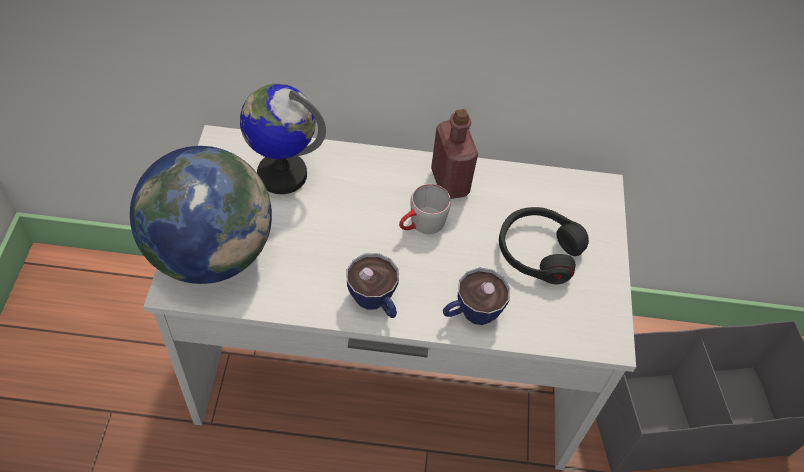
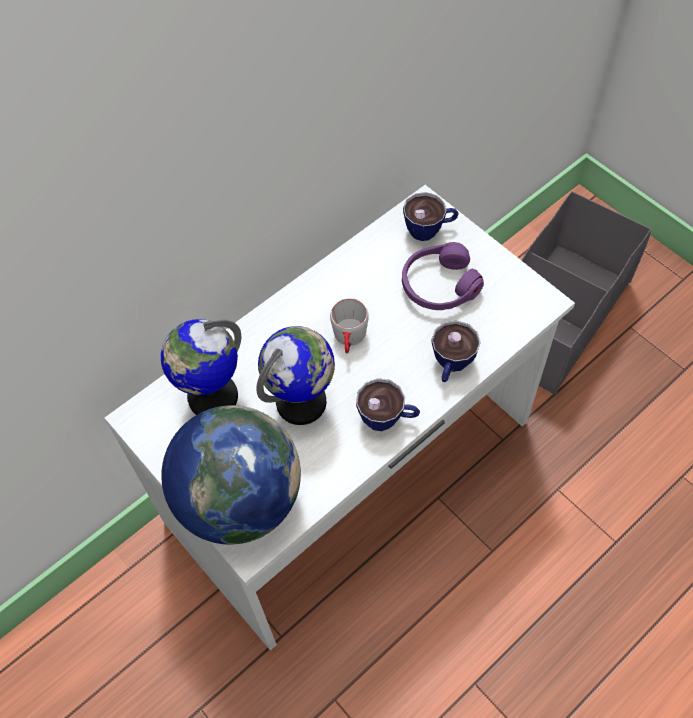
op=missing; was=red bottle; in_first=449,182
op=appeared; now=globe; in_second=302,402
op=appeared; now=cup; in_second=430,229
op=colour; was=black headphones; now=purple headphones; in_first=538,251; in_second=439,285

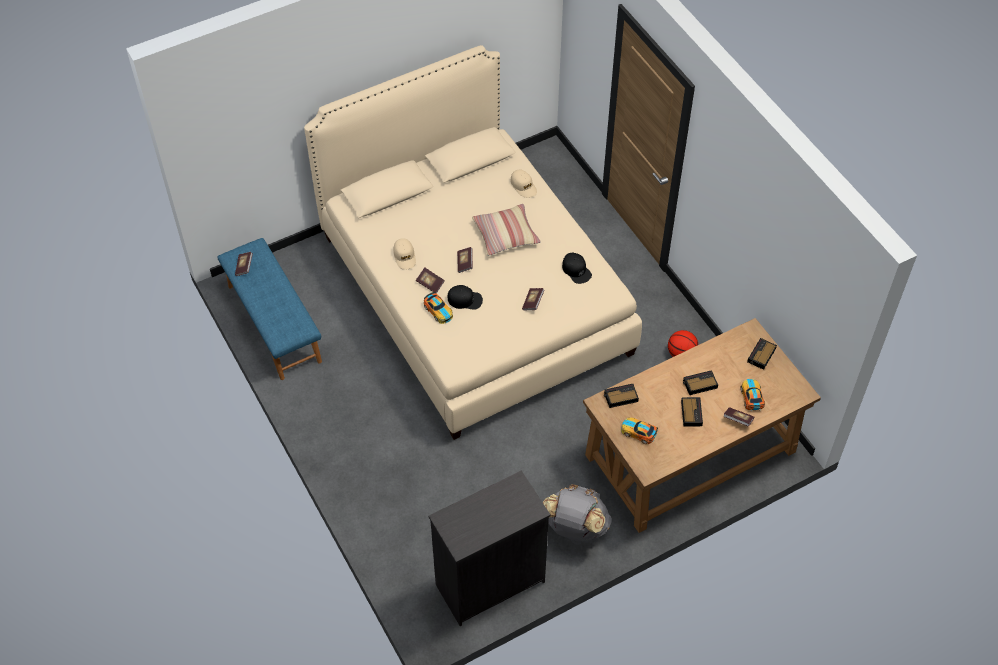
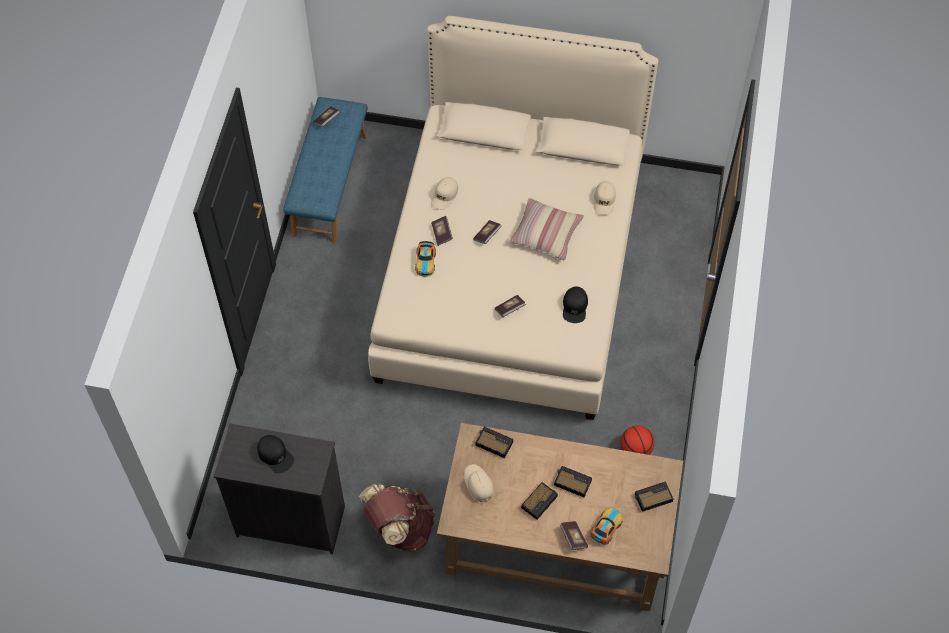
op=relocated; was=black cap; in_first=465,299; in_second=275,455
op=exchanged; was=toy car; now=beige cap; in_first=638,432; in_second=478,484
op=colour; was=grey backpack; now=brown backpack; in_first=574,527; in_second=399,528

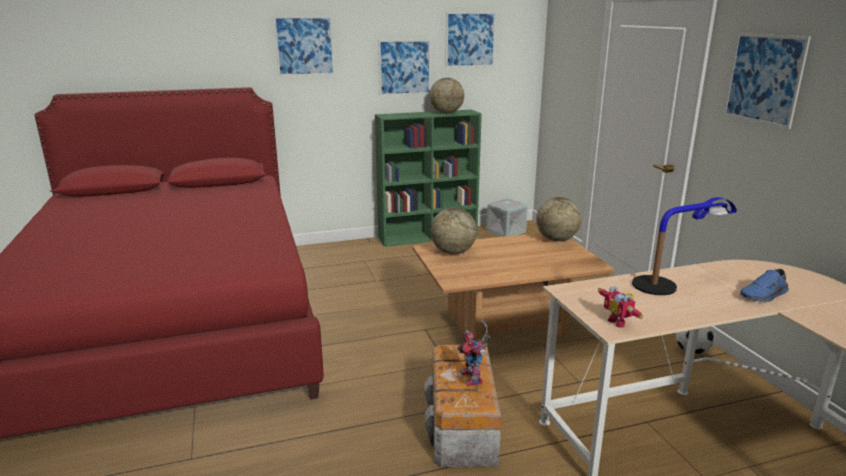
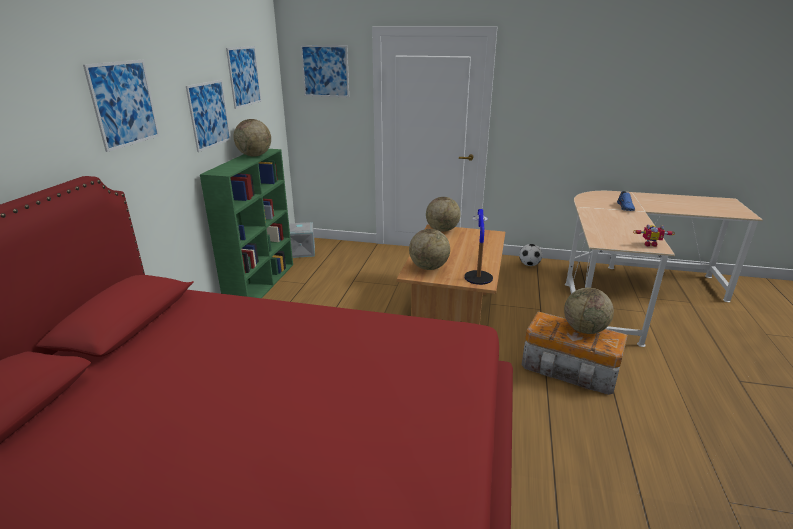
op=relocated; was=table lamp; in_first=672,282; in_second=478,271
op=relocated; was=picture; in_first=764,79; in_second=325,71
op=exchanged; was=toy robot; now=globe; in_first=474,379; in_second=584,329

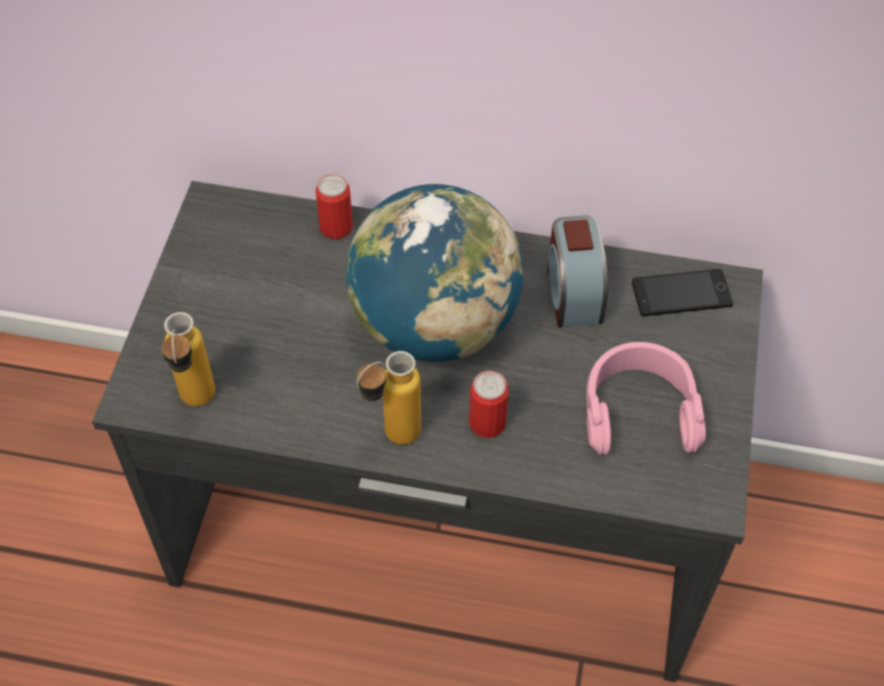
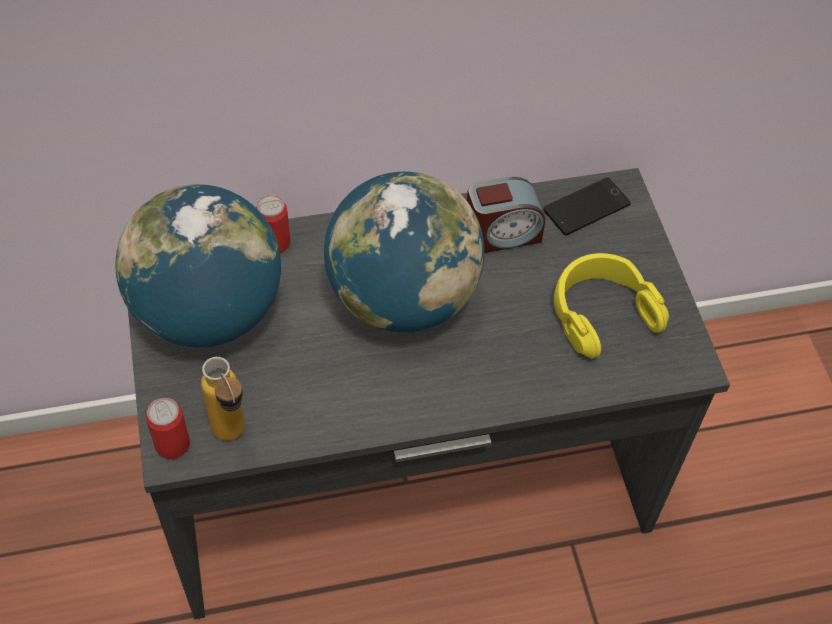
op=missing; was=bottle; in_first=390,439
op=appeared; now=globe; in_second=208,313
op=relocated; was=can; in_first=487,423; in_second=172,444
op=colour; was=pink headphones; now=yellow headphones; in_first=639,410; in_second=601,312
op=spun; was=alarm clock; in_first=573,292; in_second=501,234; clockwise=-75

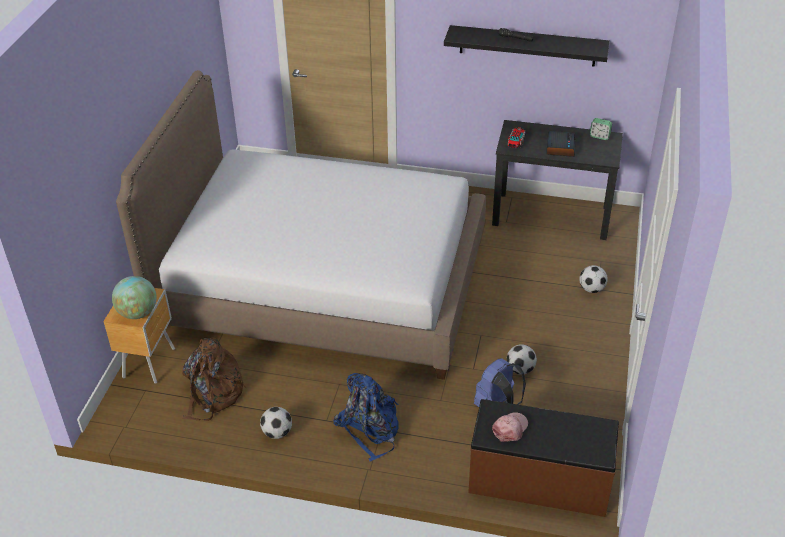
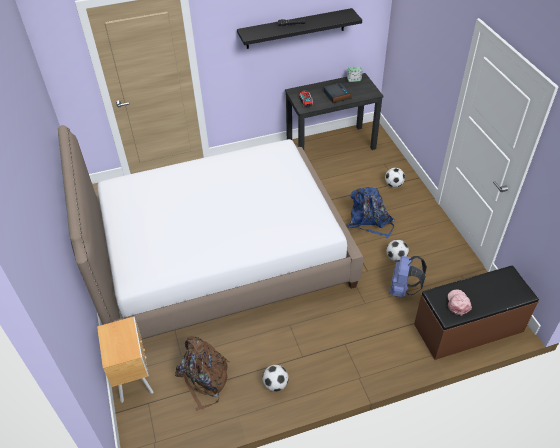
op=missing; was=globe; in_first=138,313
op=relocated; was=blue backpack; in_first=370,428; in_second=370,221

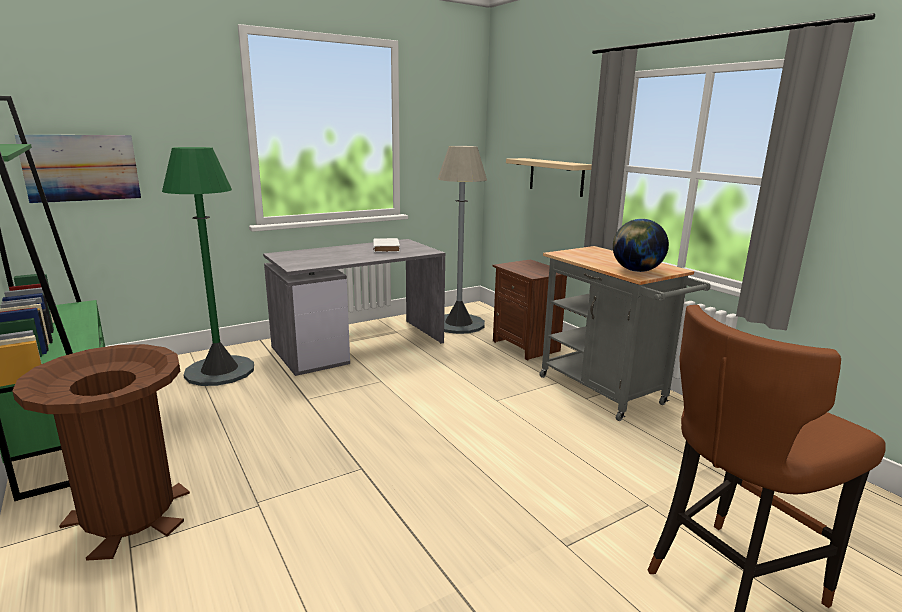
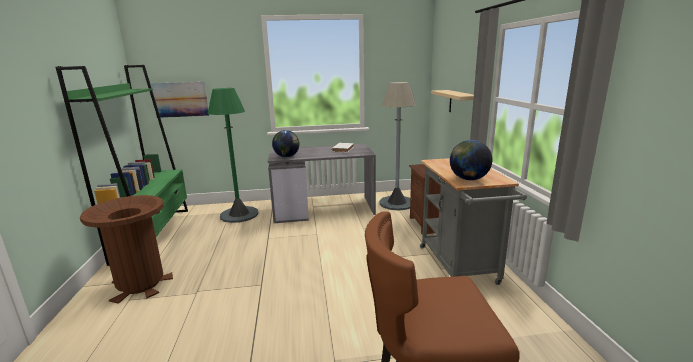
op=appeared; now=globe; in_second=287,156

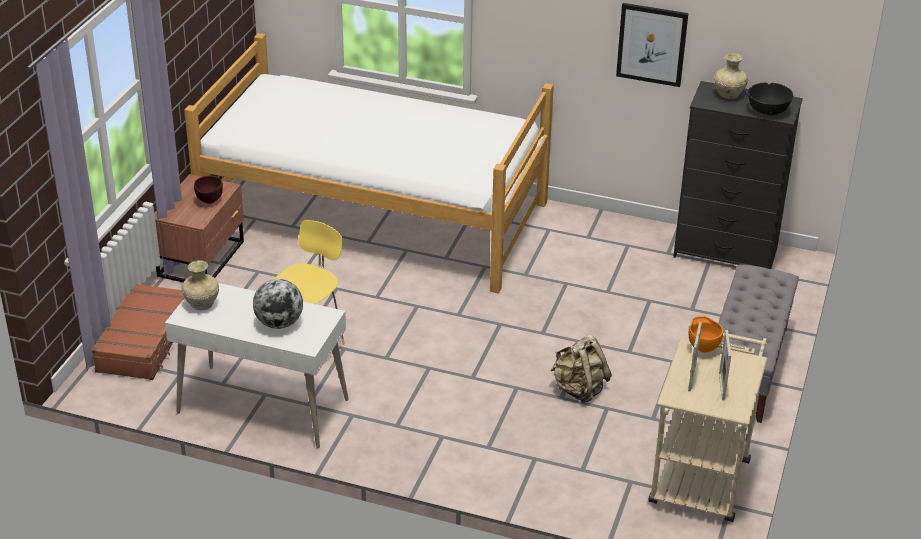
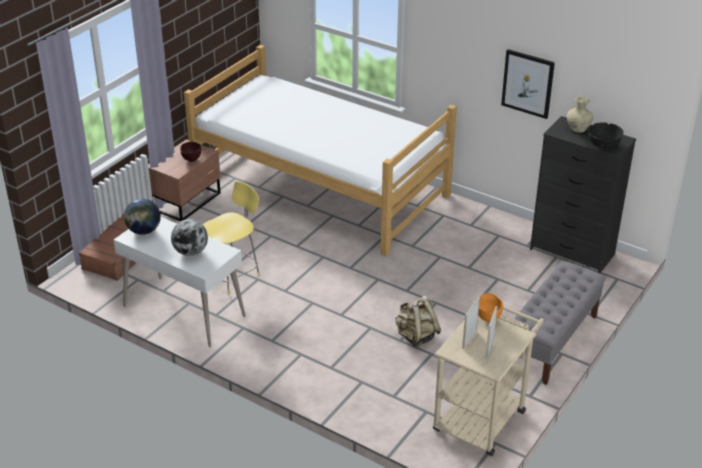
op=exchanged; was=beige vase; now=globe; in_first=202,305; in_second=144,231

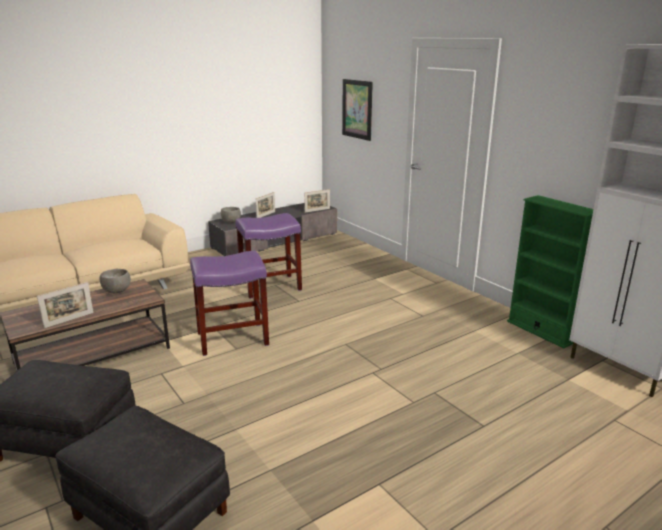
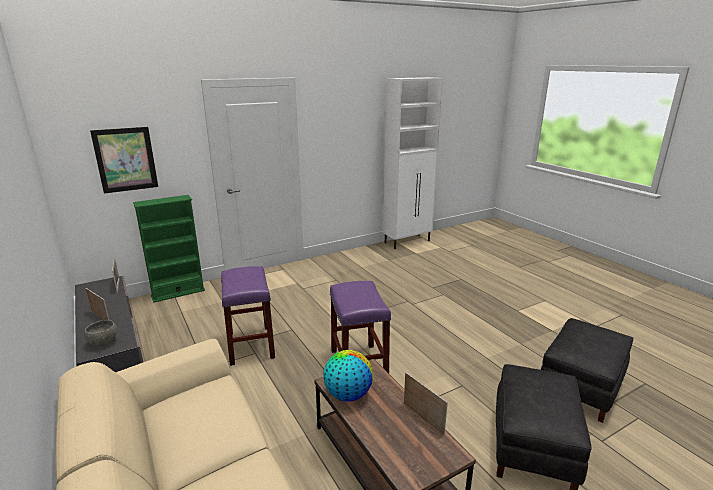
op=relocated; was=green bookcase; in_first=541,331; in_second=178,293
op=exchanged; was=grey bowl; now=globe; in_first=117,291; in_second=348,395

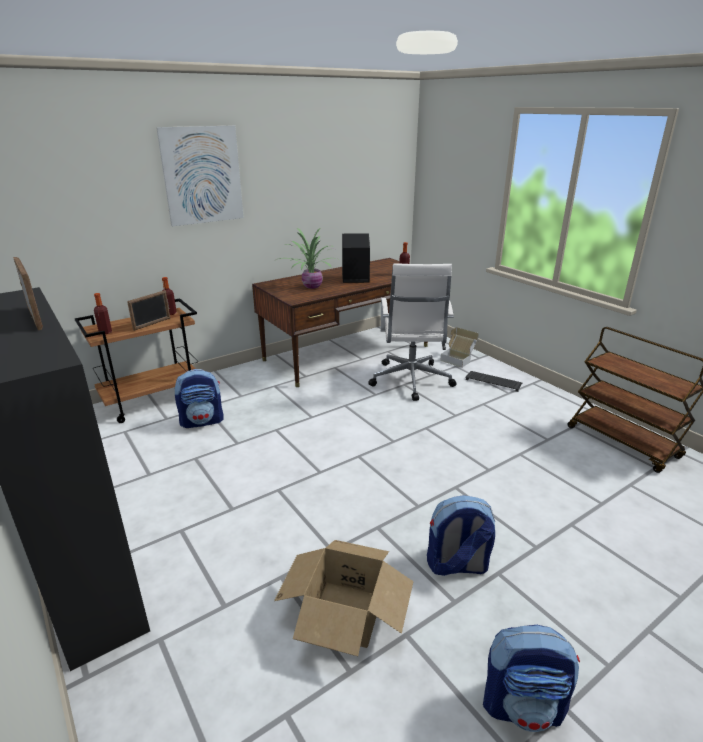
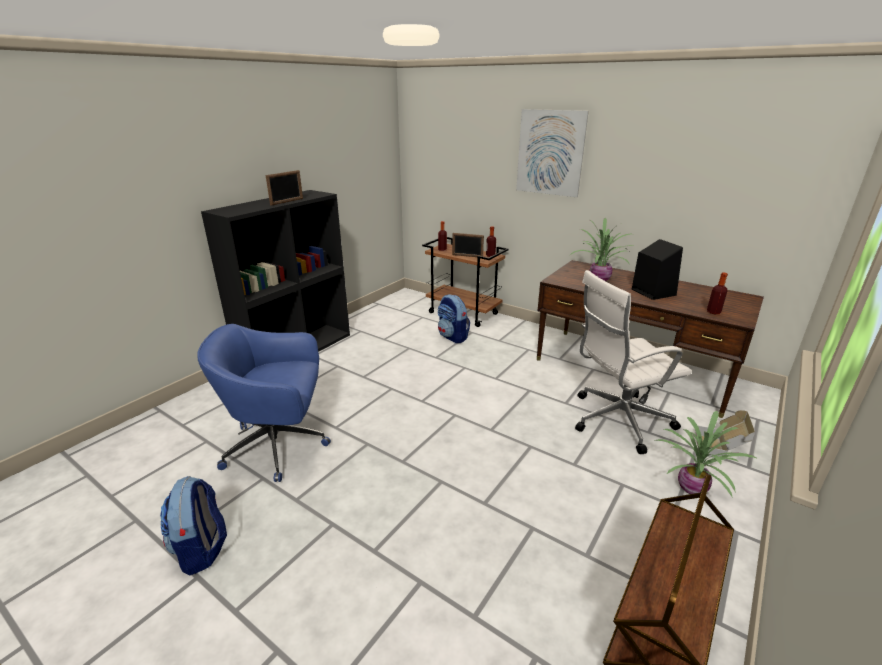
op=missing; was=backpack; in_first=457,566
op=exchanged; was=cardboard box; now=blue office chair; in_first=344,613; in_second=279,446
op=exchanged; was=keyboard; now=potted plant; in_first=494,381; in_second=693,489

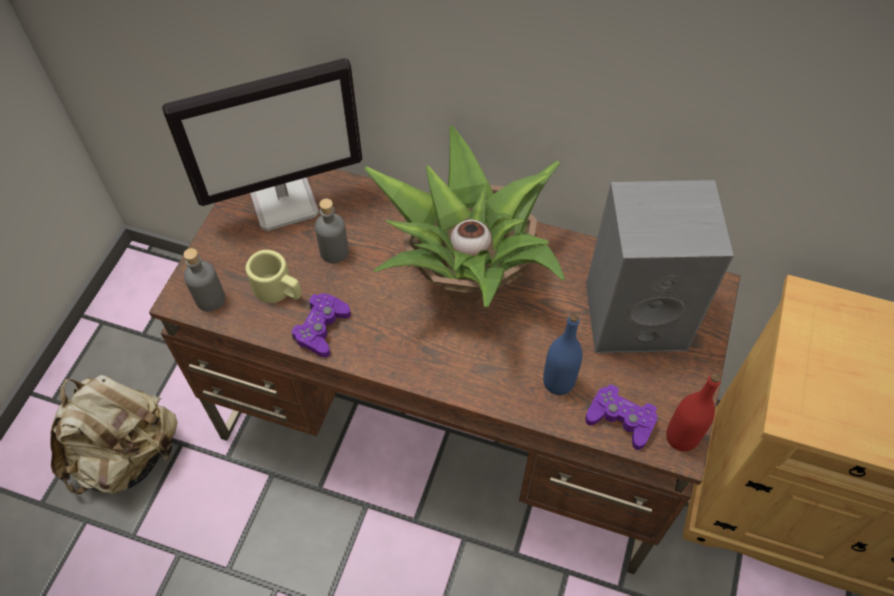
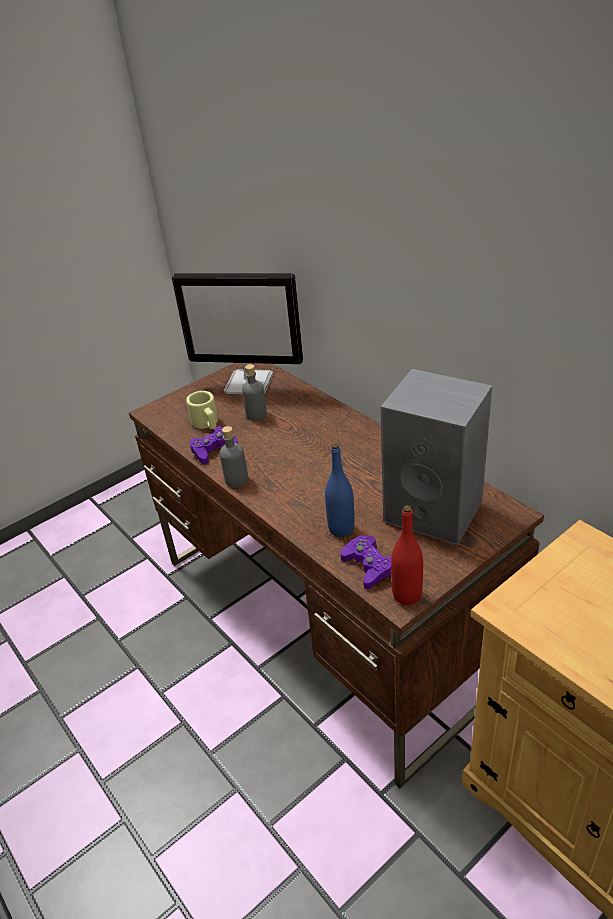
op=missing; was=beige backpack; in_first=128,455
op=missing; was=potted plant; in_first=467,276
op=relocated; was=grey bottle; in_first=210,299; in_second=236,480

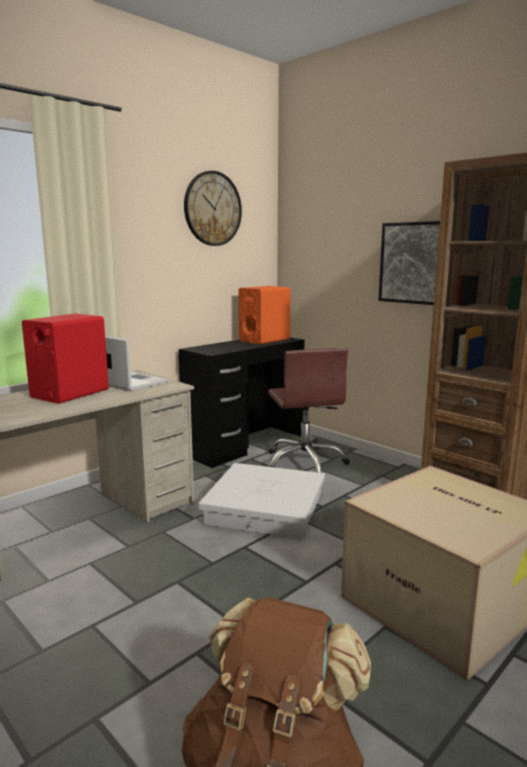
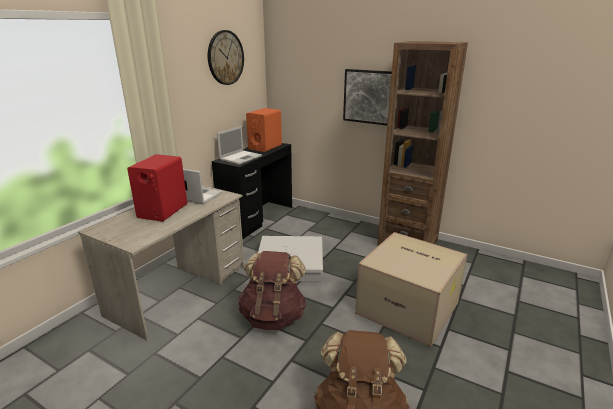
op=missing; was=brown office chair; in_first=305,463
op=appeared; now=laptop; in_second=241,157
op=appeared; now=brown backpack; in_second=273,316

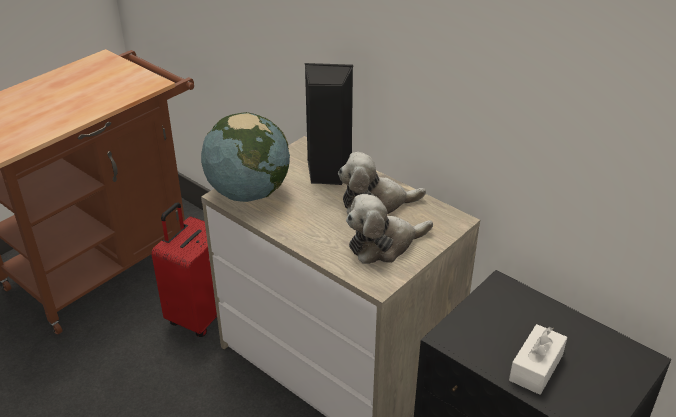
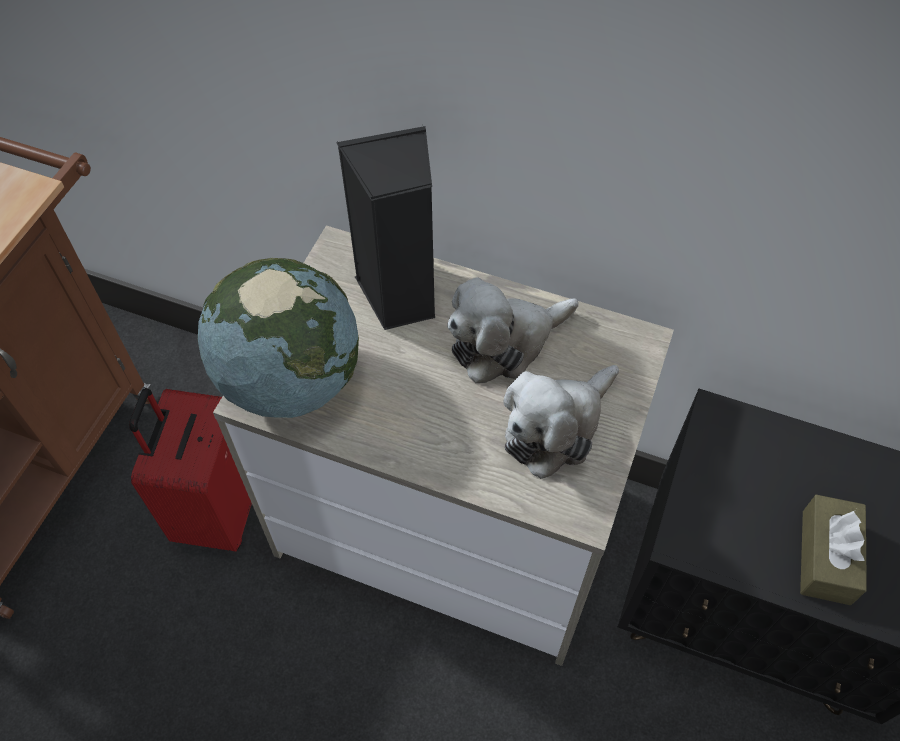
op=colour; was=white tissue box; now=brown tissue box; in_first=536,367; in_second=826,556

